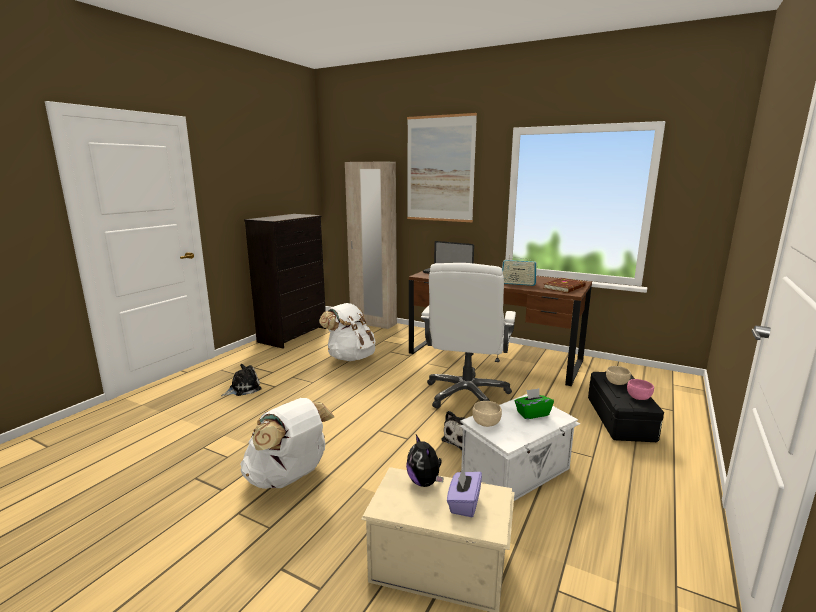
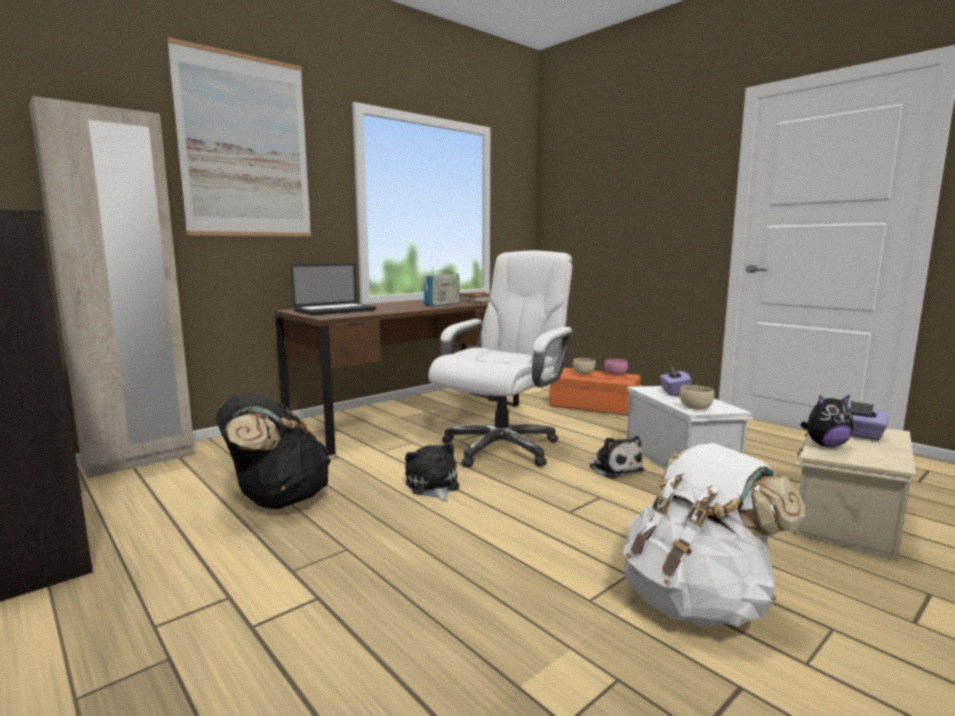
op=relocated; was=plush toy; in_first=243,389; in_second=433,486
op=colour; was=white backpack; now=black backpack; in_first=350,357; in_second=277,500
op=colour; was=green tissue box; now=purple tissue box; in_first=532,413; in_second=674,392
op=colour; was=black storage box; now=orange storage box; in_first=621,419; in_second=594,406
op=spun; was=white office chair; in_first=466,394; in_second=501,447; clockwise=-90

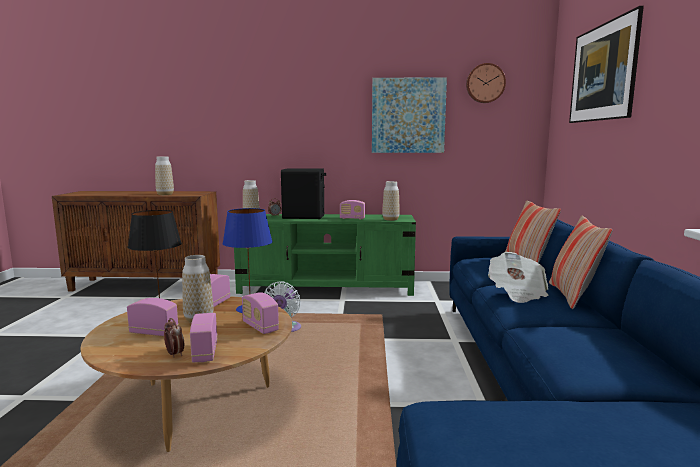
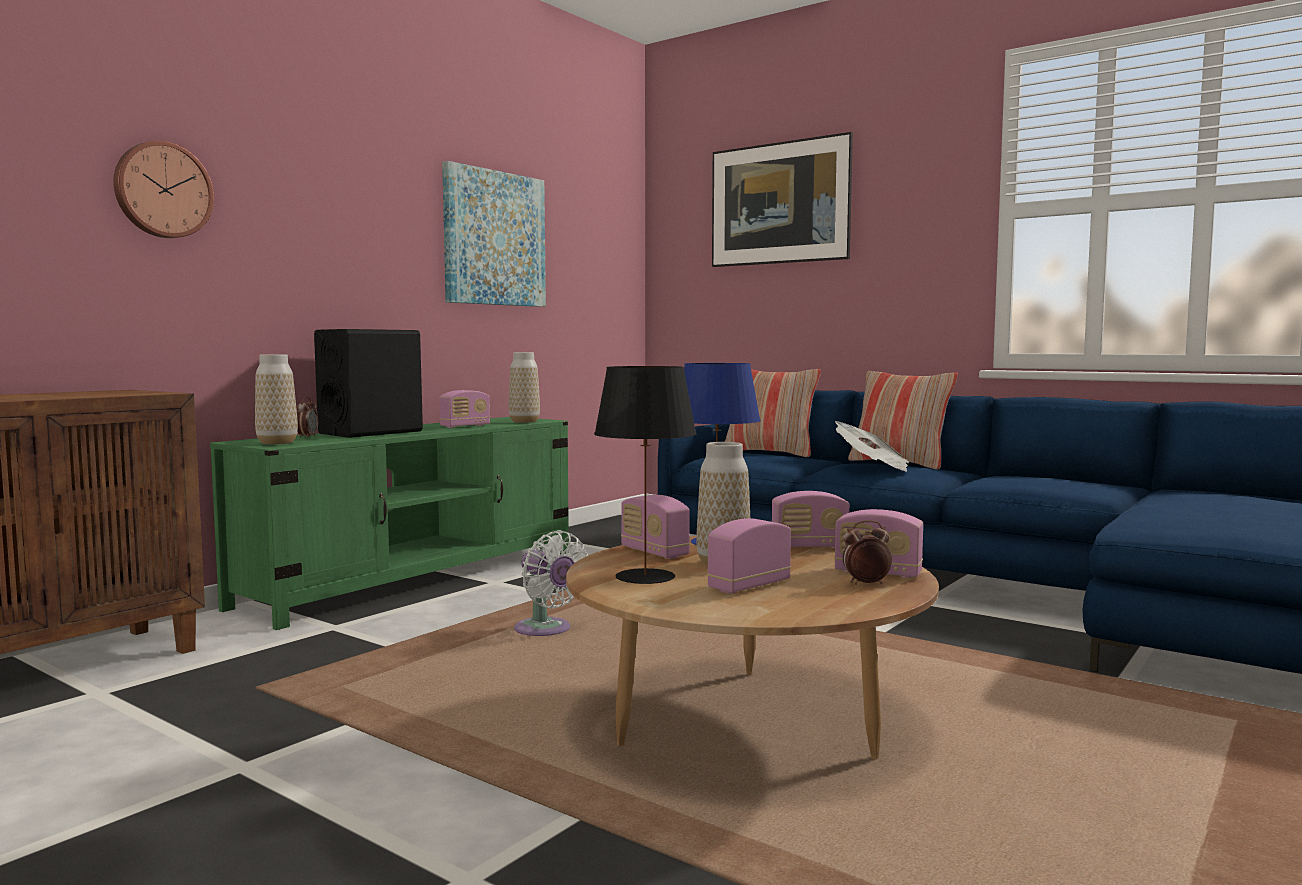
op=missing; was=vase; in_first=165,194
op=relocated; was=wall clock; in_first=485,83; in_second=162,190

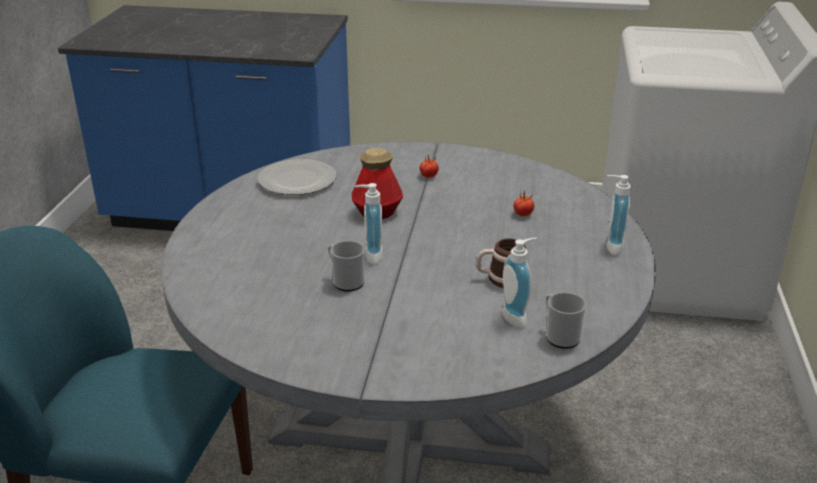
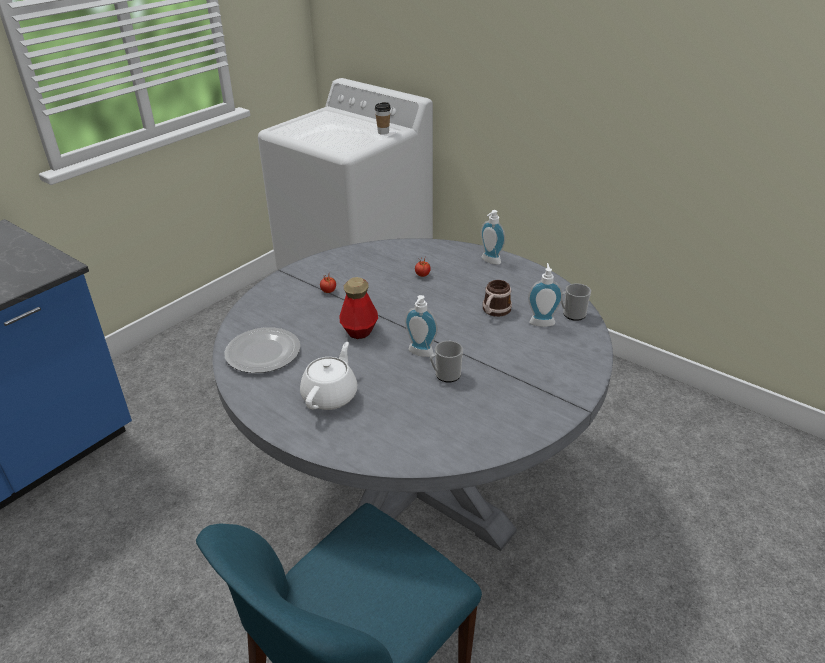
op=appeared; now=white teapot; in_second=330,395
op=appeared; now=cup; in_second=383,132

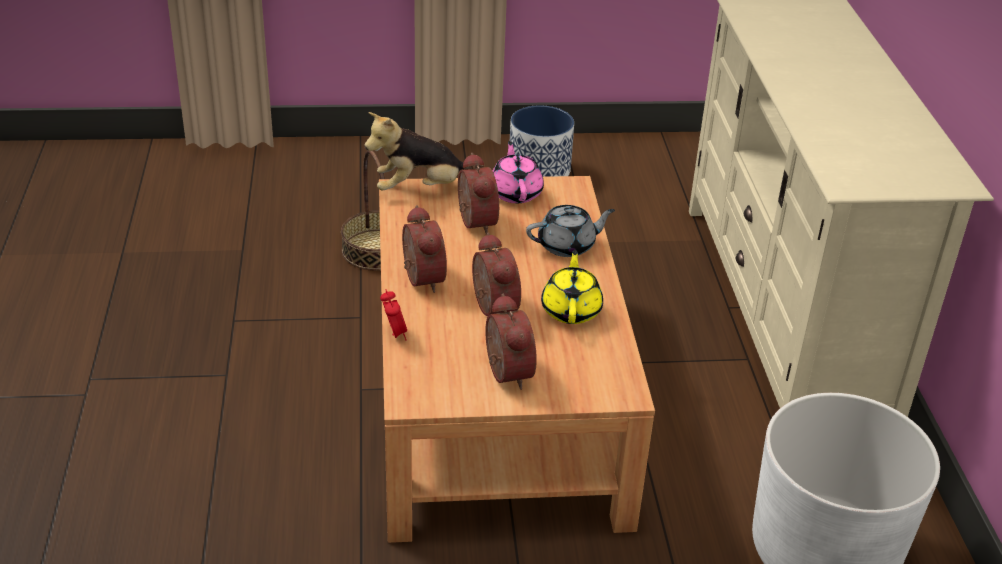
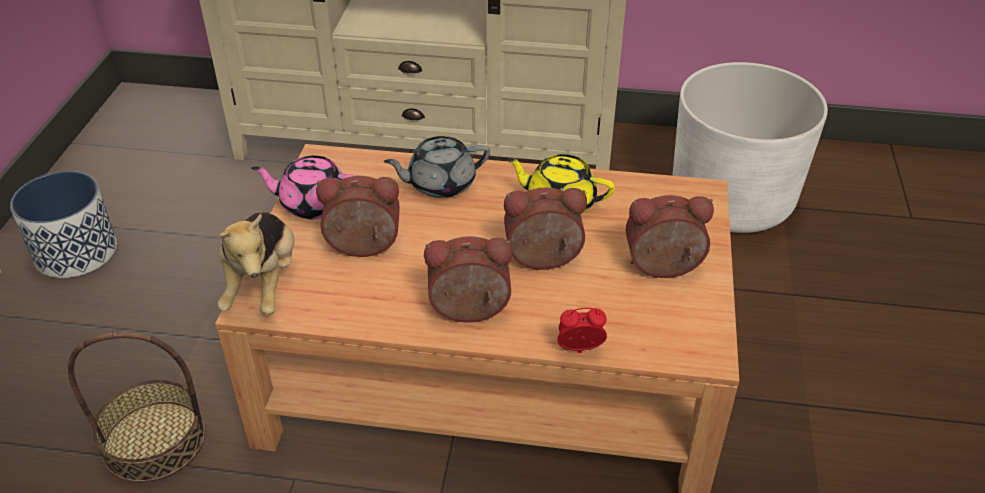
op=spun; was=grey teapot; in_first=567,245; in_second=440,184; clockwise=-105

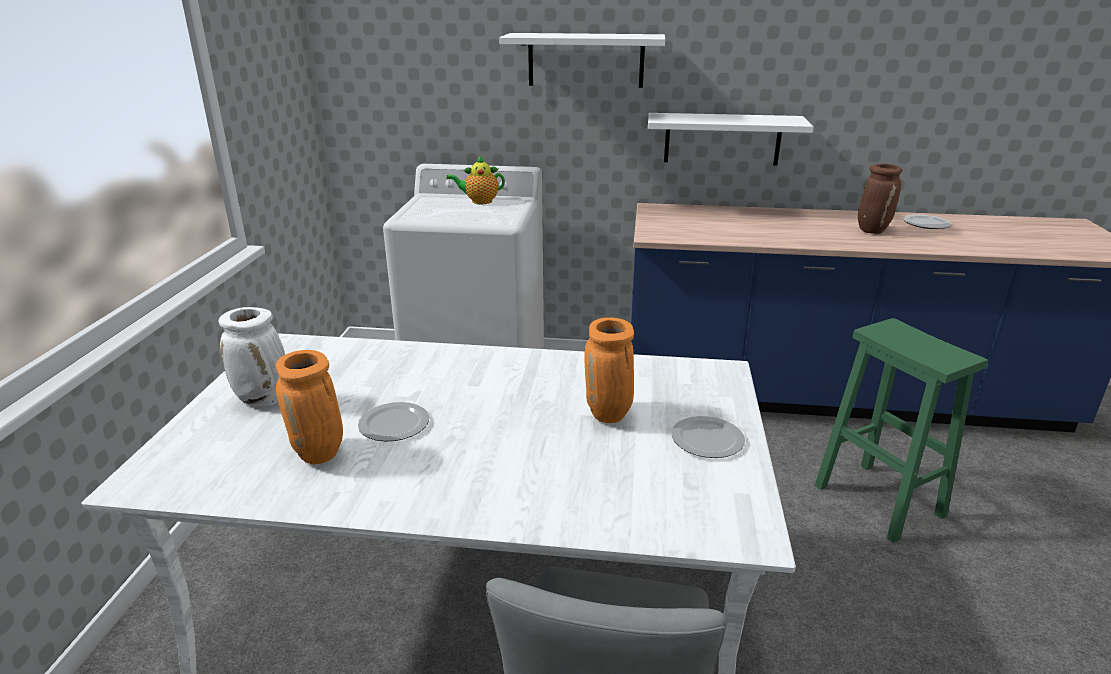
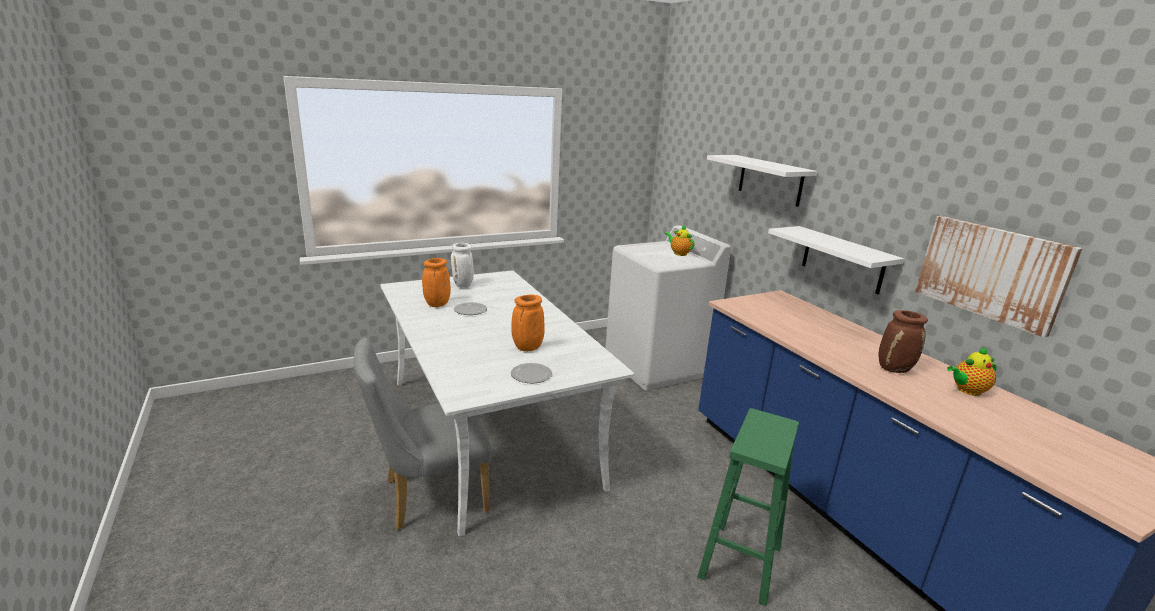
op=appeared; now=picture; in_second=991,272
op=exchanged; was=plate; now=teapot; in_first=925,224; in_second=967,390

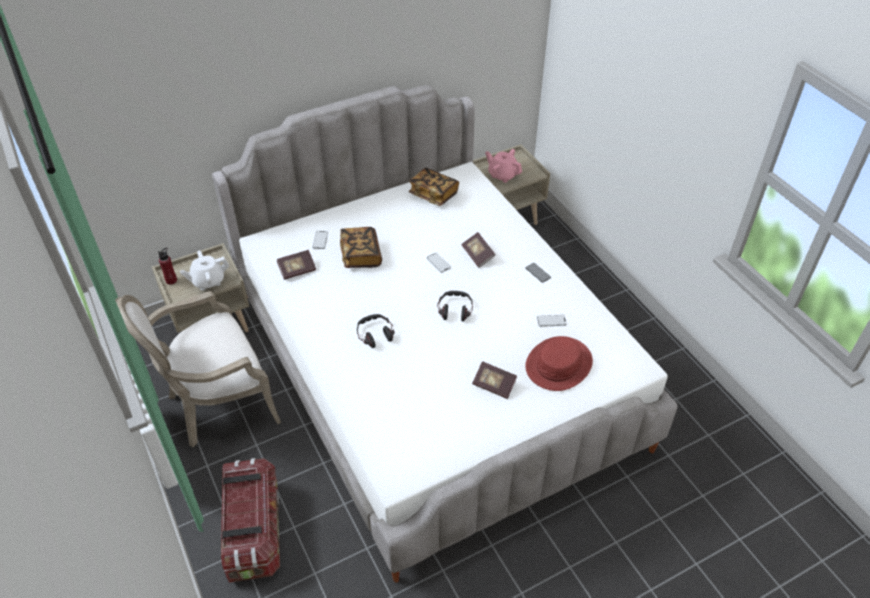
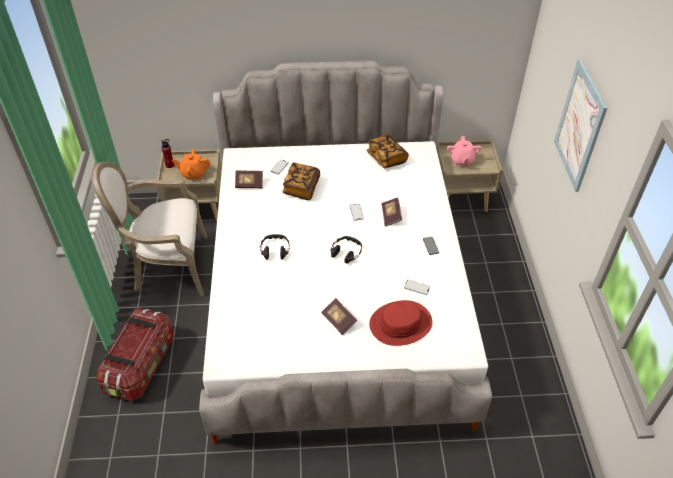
op=appeared; now=picture; in_second=579,126
op=colour; was=white teapot; now=orange teapot; in_first=208,281; in_second=193,173
op=spun; was=pink teapot; in_first=502,175; in_second=461,160; clockwise=-150

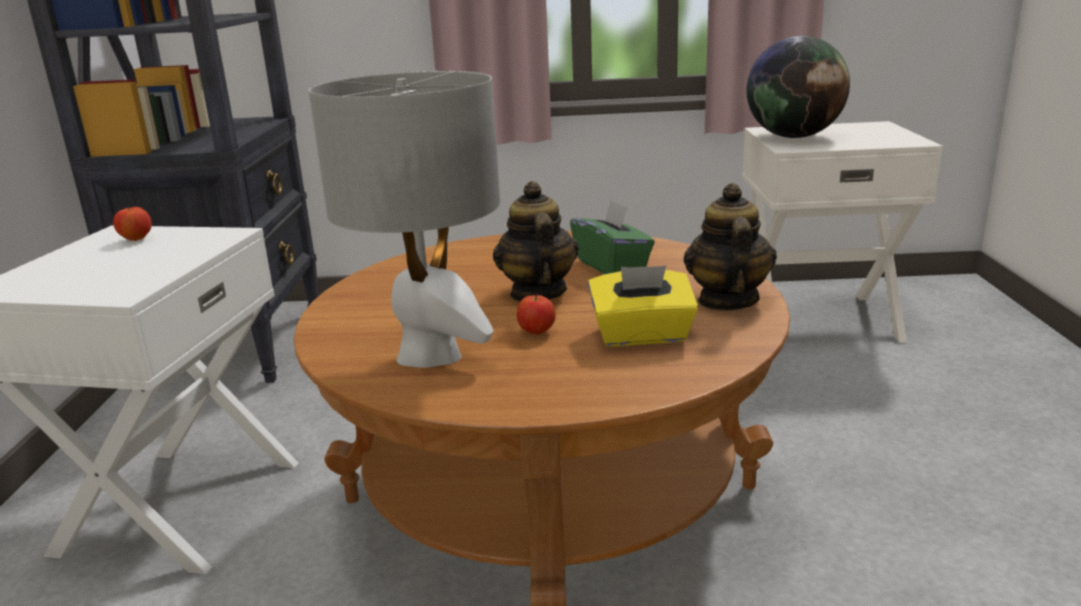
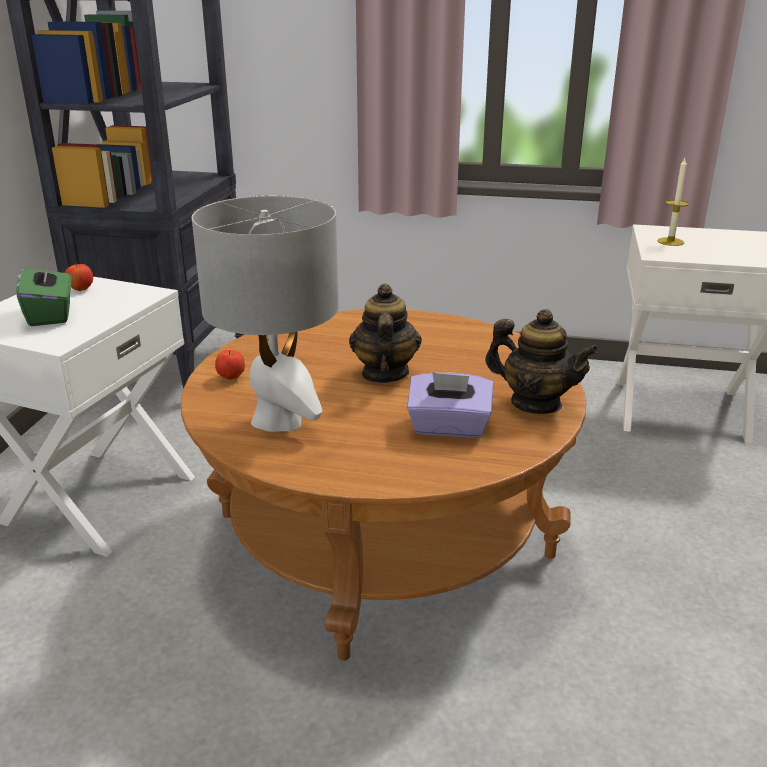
op=relocated; was=apple; in_first=536,332; in_second=231,377
op=relocated; was=green tissue box; in_first=612,265; in_second=51,314
op=exchanged; was=globe; now=candle; in_first=793,137; in_second=670,241
op=colour; was=yellow tissue box; now=purple tissue box; in_first=642,336; in_second=449,427
op=spun; was=teapot; in_first=727,301; in_second=535,403; clockwise=105

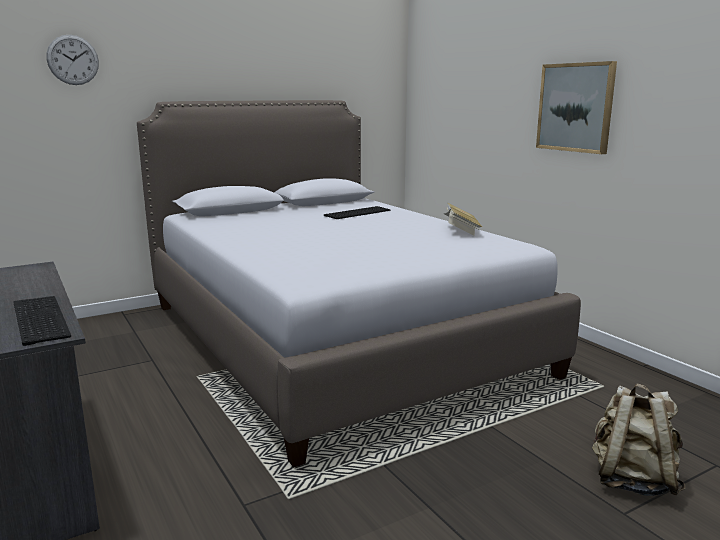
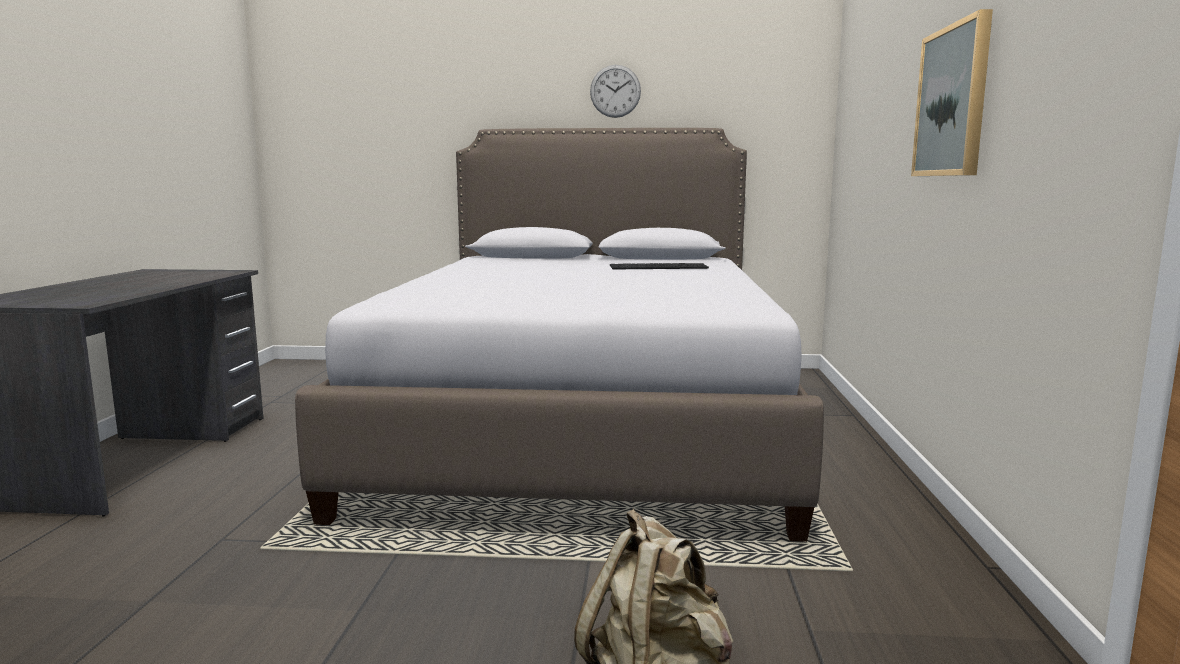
op=missing; was=keyboard; in_first=37,319
op=missing; was=book; in_first=461,230
op=relocated; was=wall clock; in_first=73,60; in_second=615,91

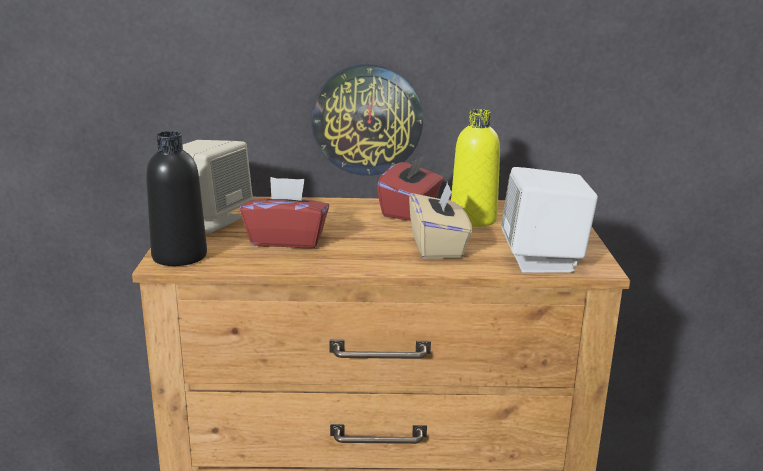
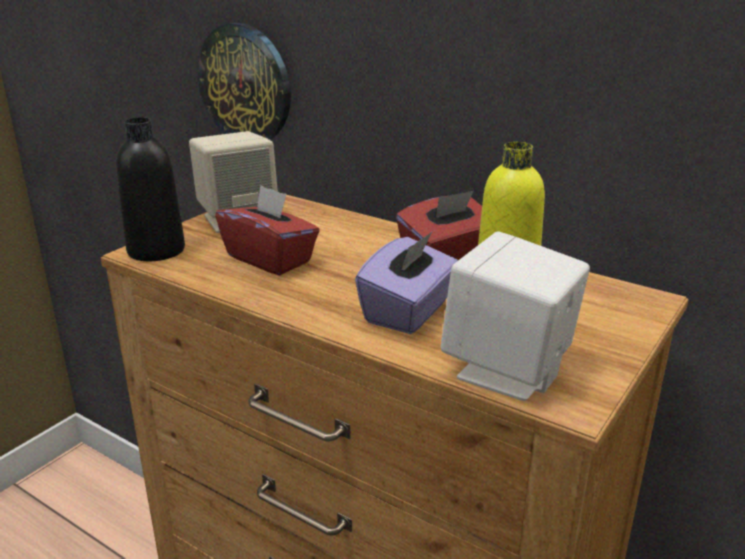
op=relocated; was=wall clock; in_first=367,120; in_second=245,84
op=colour; was=beige tissue box; now=purple tissue box; in_first=438,246; in_second=409,311

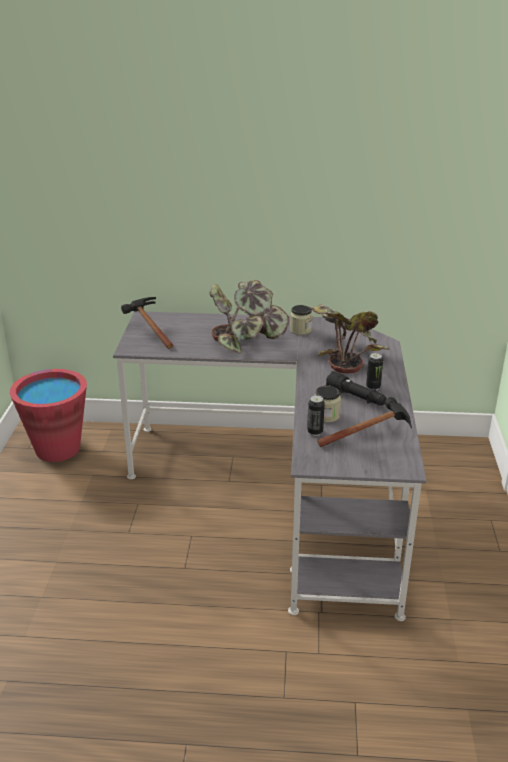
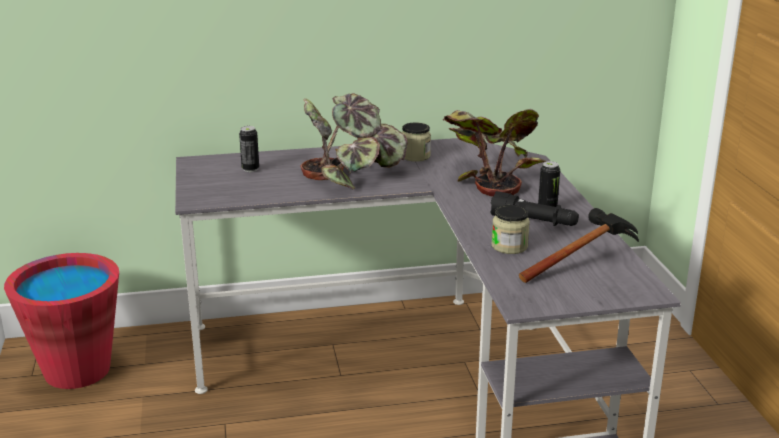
op=missing; was=hammer; in_first=148,331
op=relocated; was=can; in_first=315,432; in_second=250,169

